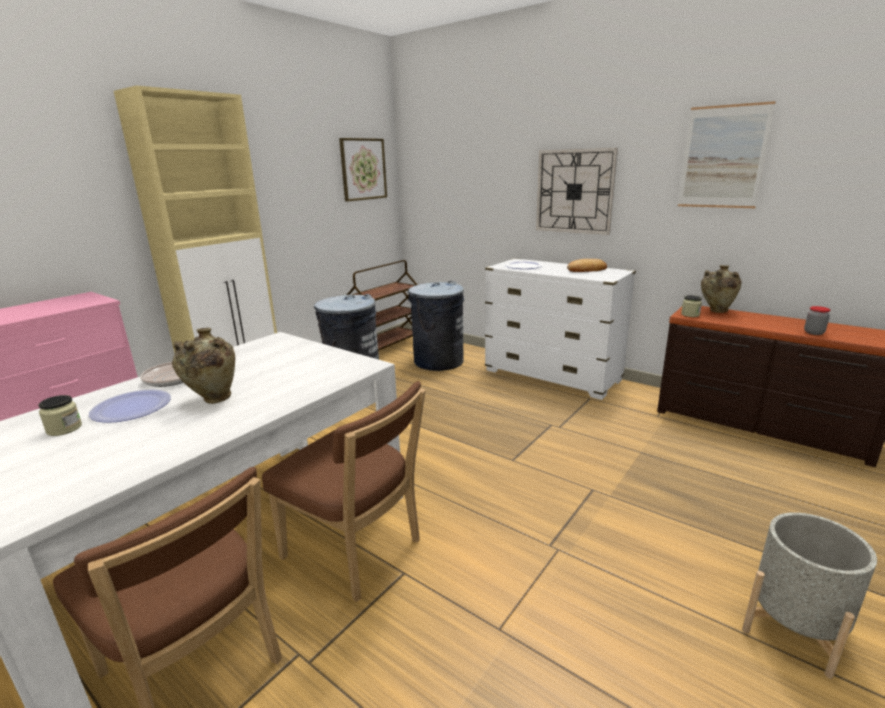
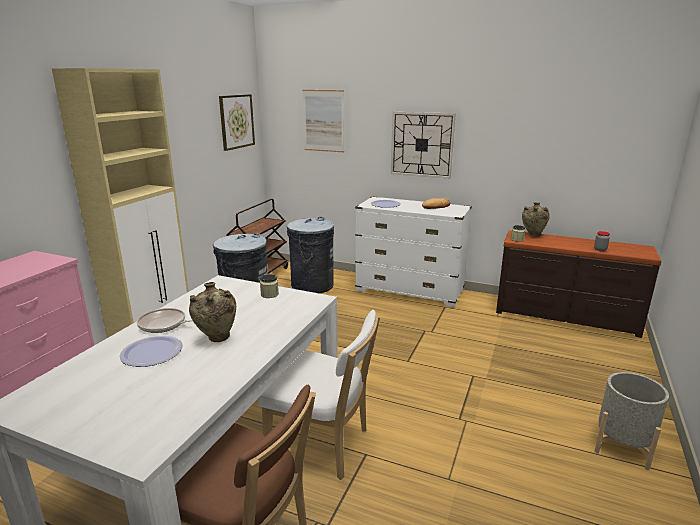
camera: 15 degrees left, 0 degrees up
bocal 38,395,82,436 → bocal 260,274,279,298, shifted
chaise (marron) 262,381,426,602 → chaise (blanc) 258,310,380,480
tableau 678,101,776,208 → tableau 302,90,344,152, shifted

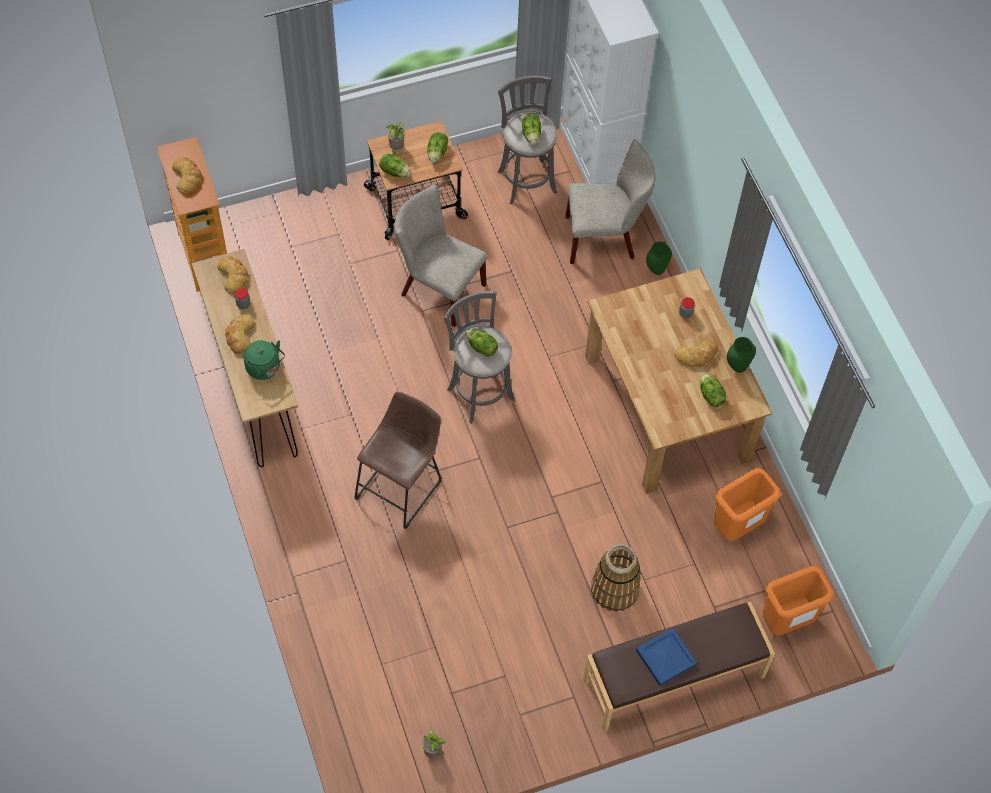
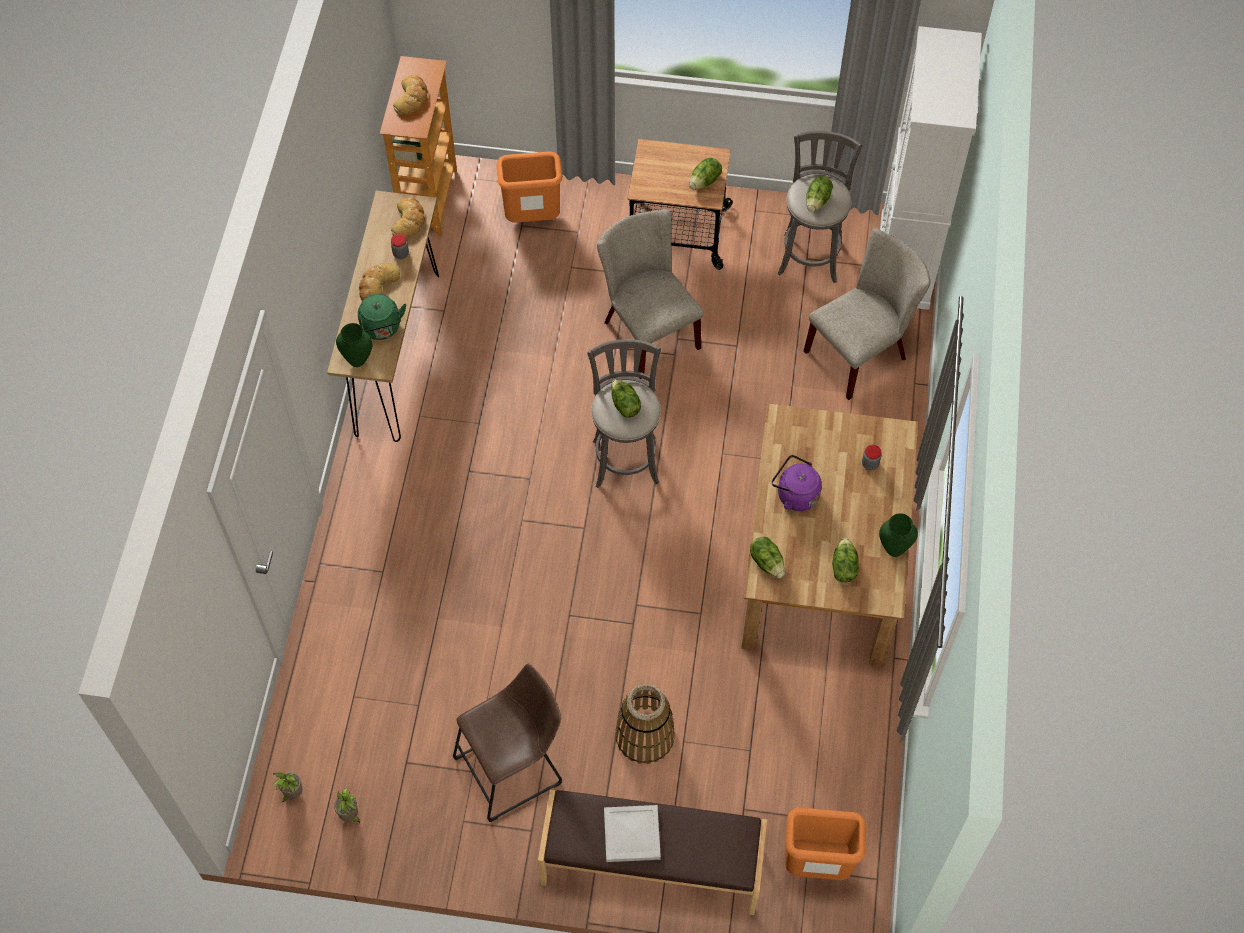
camera: 30 degrees right, 0 degrees up
tabouret (marron) 355,391,441,529 → tabouret (marron) 453,663,562,822, shifted
laitue 379,153,411,178 → laitue 750,536,785,578, shifted
plante en pot 387,123,405,155 → plante en pot 272,772,303,802, shifted
chaise (beige) 565,139,656,264 → chaise (beige) 804,228,930,400, 60 degrees counterclockwise
plateau (bleu) 636,628,697,686 → plateau (blanc) 604,805,661,862
vase (vert) 646,242,672,275 → vase (vert) 336,323,372,367, shifted
pain 674,339,718,367 → -
poubelle (orange) 714,468,781,541 → poubelle (orange) 496,152,563,223, shifted
- → bouilloire (violet) 772,455,822,511

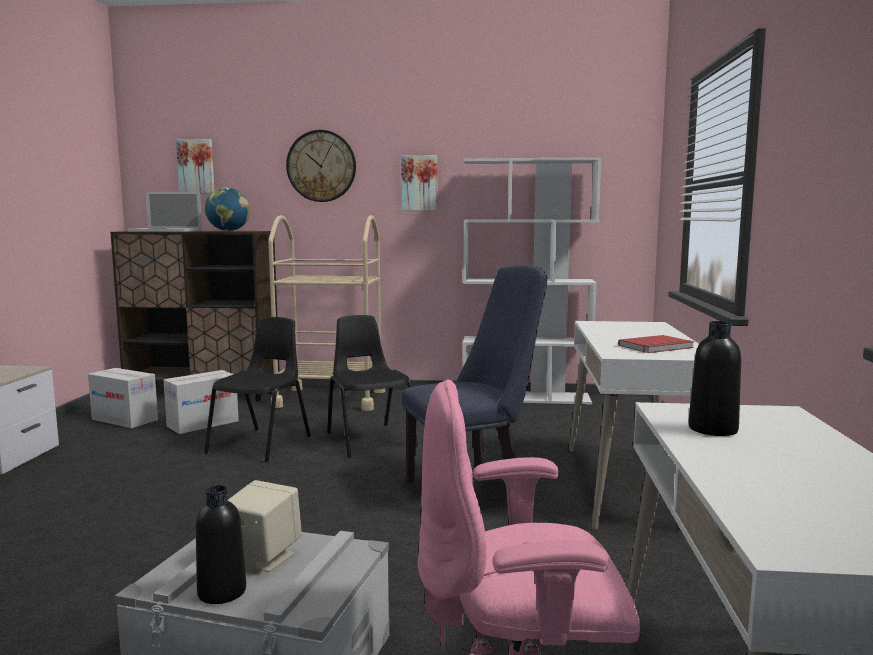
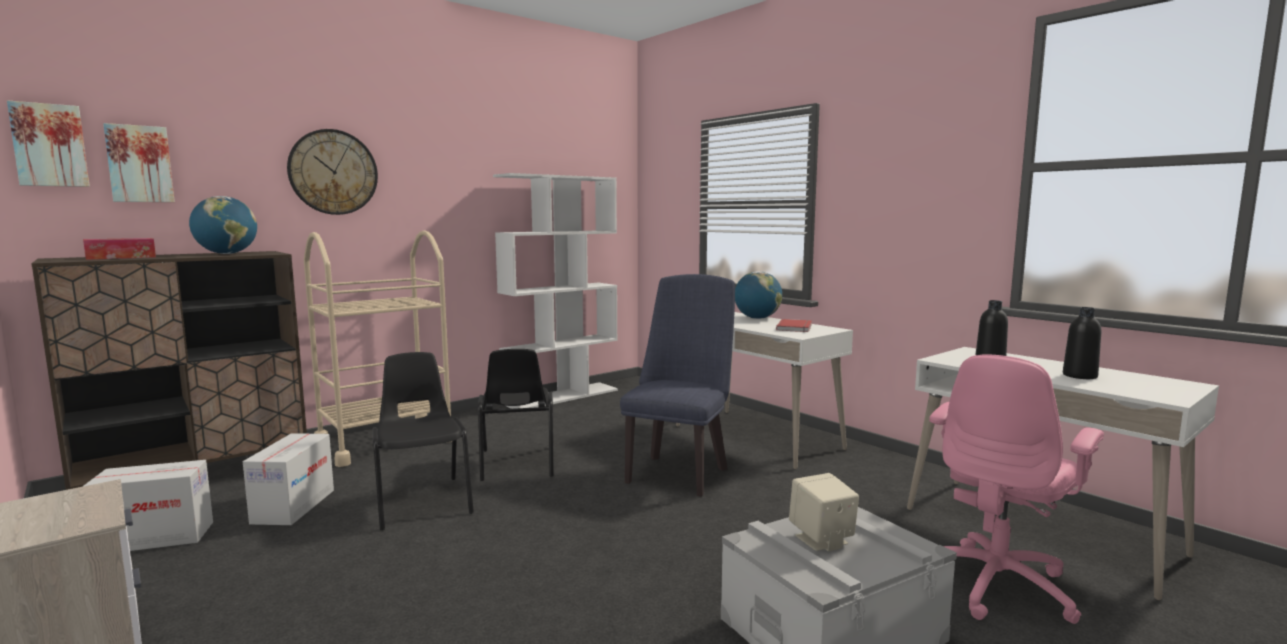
camera: 45 degrees left, 0 degrees up
ordinateur portable 128,192,202,232 → boîte à mouchoirs 83,238,156,260
bouteille (noir) 196,485,246,604 → bouteille (noir) 1063,307,1101,379, shifted
chaise (noir) 327,315,418,458 → chaise (noir) 478,349,554,481, 120 degrees counterclockwise
tableau 401,155,437,210 → tableau 7,100,90,187, shifted
- → globe 735,271,782,319

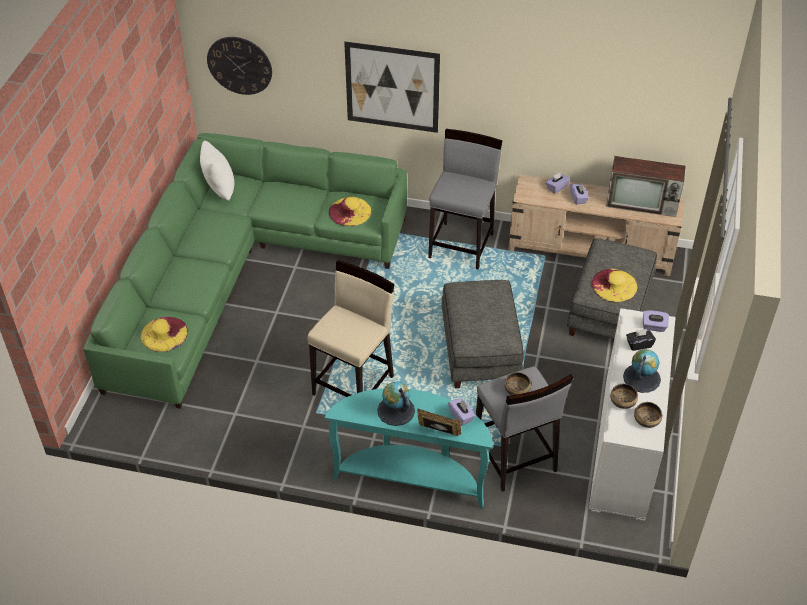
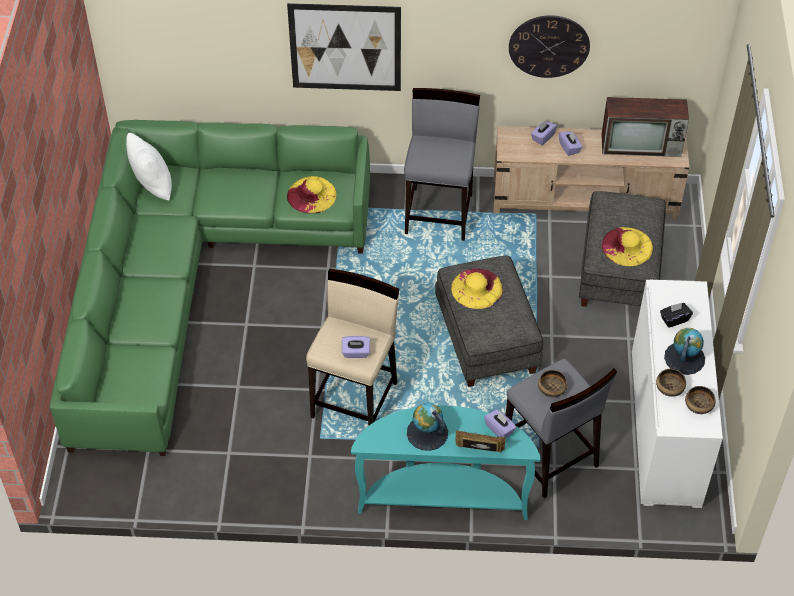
camera: 10 degrees left, 5 degrees up
chapeau (jaune) 141,317,188,352 → chapeau (jaune) 451,268,503,309, shifted
horloge murale 207,37,272,95 → horloge murale 509,15,590,78, shifted
boîte à mouchoirs (violet) 643,310,669,332 → boîte à mouchoirs (violet) 342,336,370,358, shifted

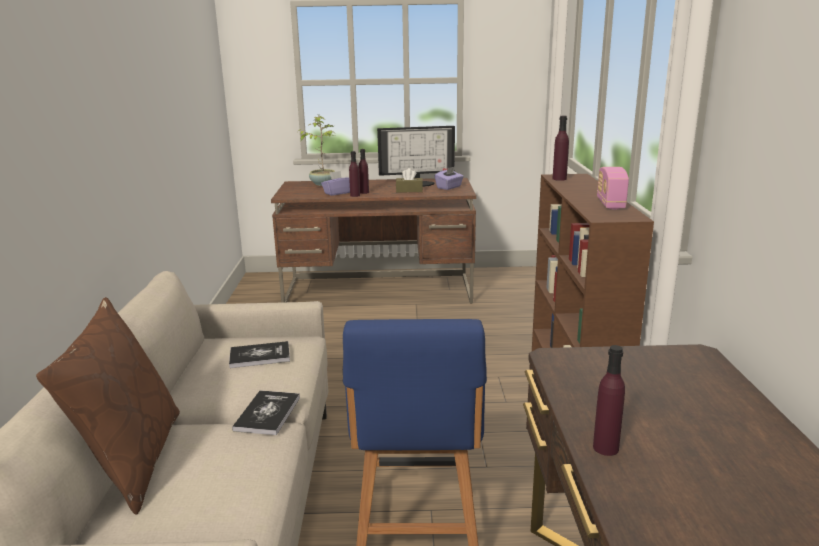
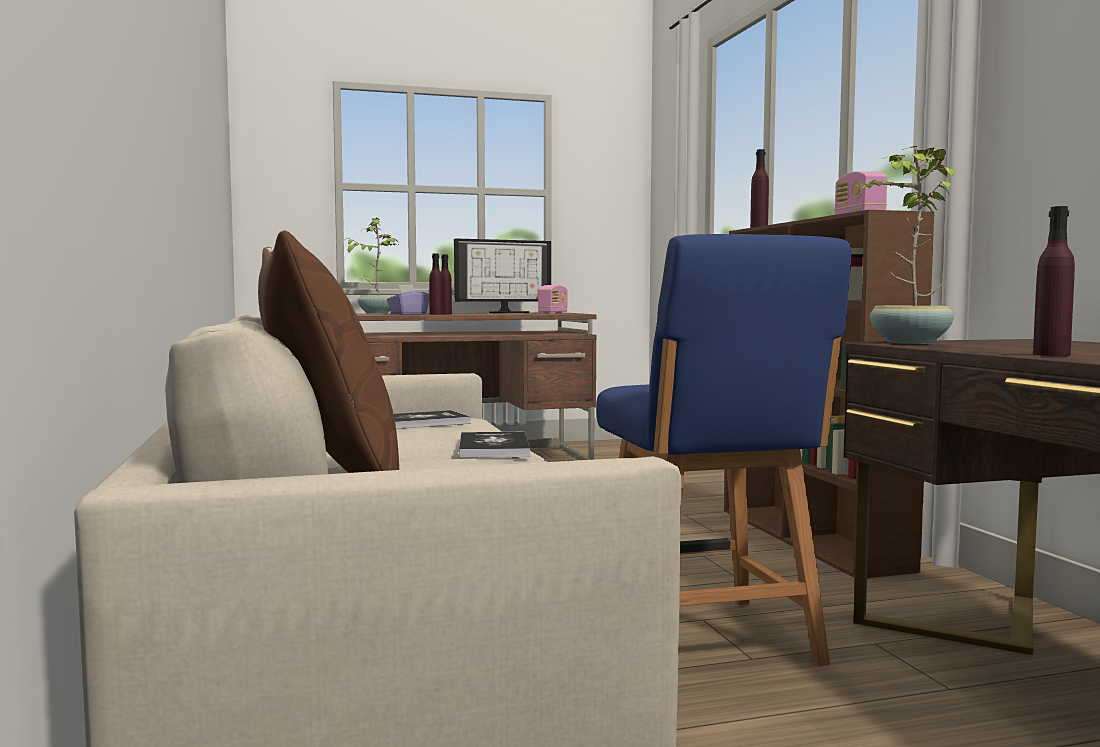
camera: 15 degrees left, 15 degrees down
boîte à mouchoirs (marron) 396,168,423,193 → -
boîte à mouchoirs (violet) 435,166,464,190 → radio 538,285,568,314
- → plante en pot 857,146,954,344

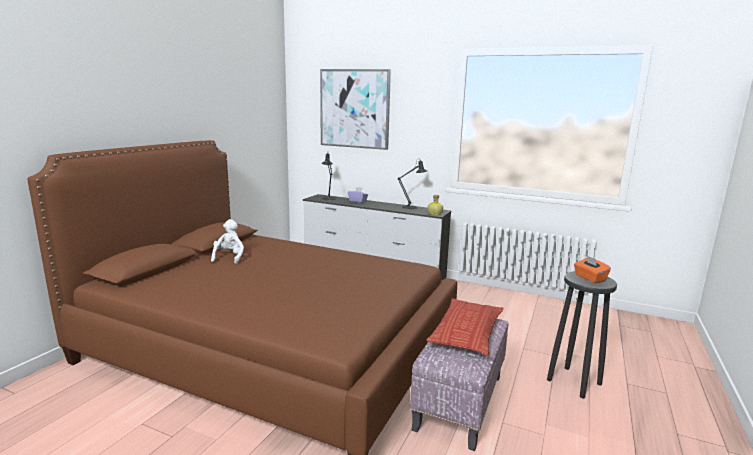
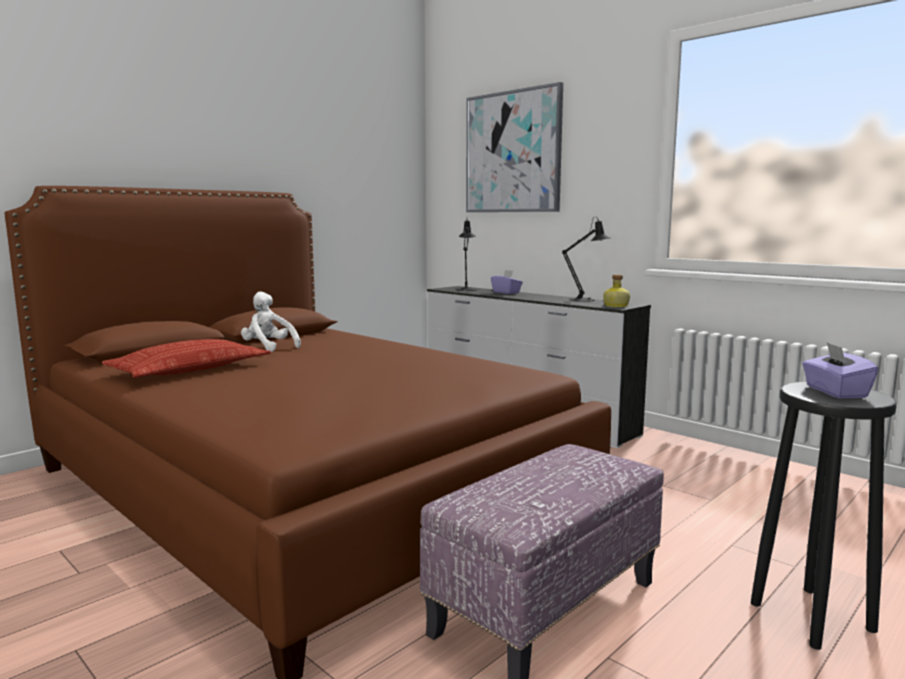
camera: 20 degrees right, 5 degrees down
peluche (blanc) 211,219,244,264 → peluche (blanc) 241,292,301,352, 75 degrees counterclockwise
coussin 426,298,504,356 → coussin 102,339,271,378, shifted
boîte à mouchoirs (orange) 574,255,611,283 → boîte à mouchoirs (violet) 802,342,879,398

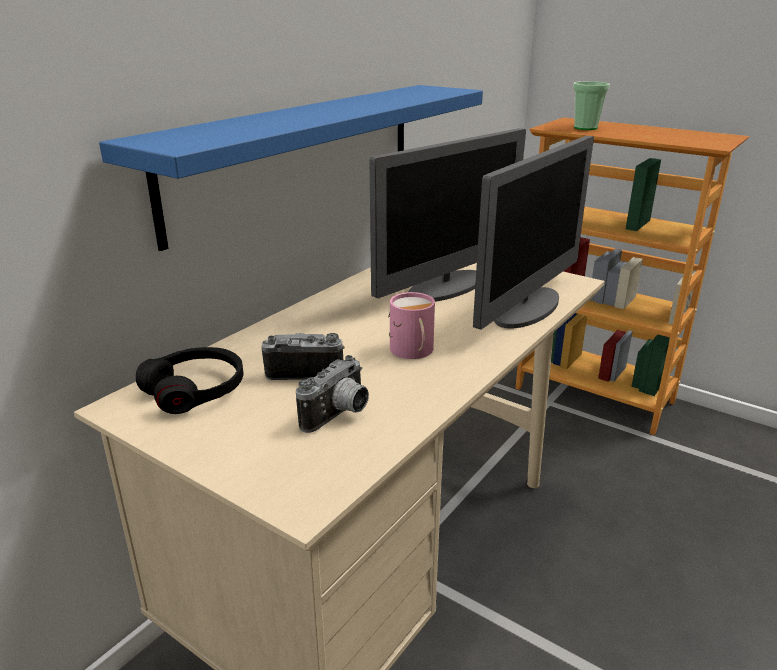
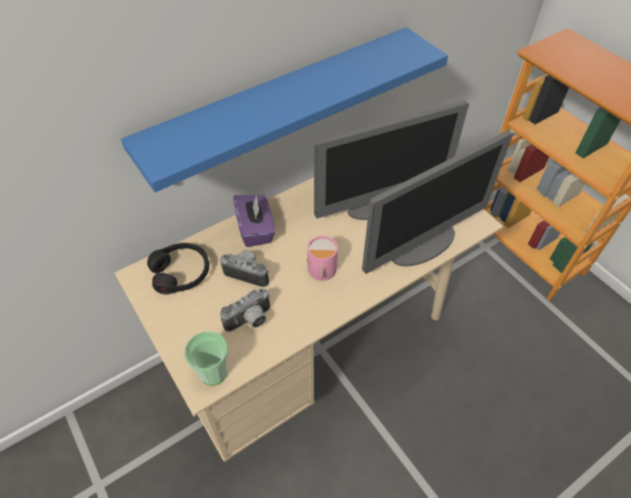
camera: 20 degrees right, 25 degrees up
tasse 573,81,610,130 → tasse 184,331,228,386, shifted
- → boîte à mouchoirs (violet) 233,194,275,247

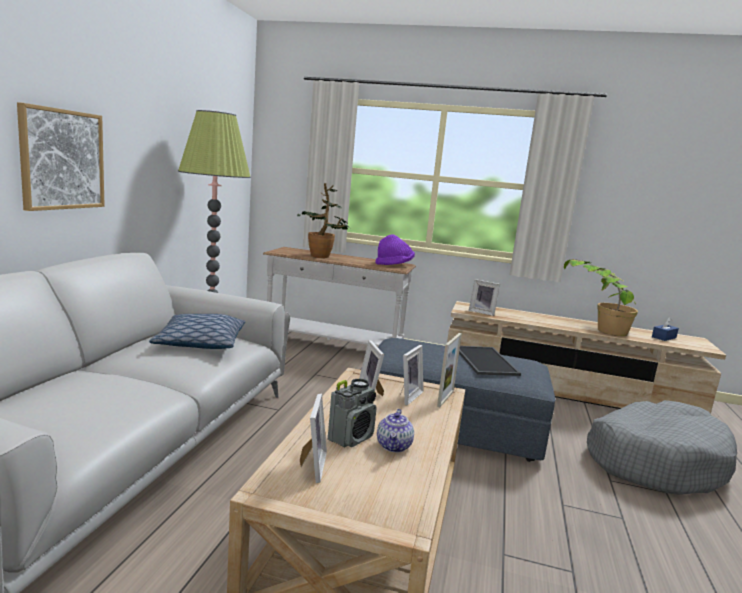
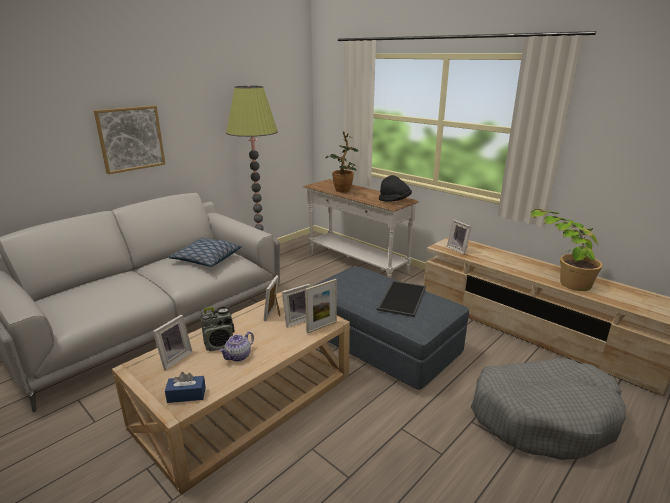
camera: 30 degrees right, 10 degrees up
chapeau (violet) 375,234,415,265 → chapeau (noir) 379,175,412,202
boîte à mouchoirs (bleu) 652,318,679,341 → boîte à mouchoirs (bleu) 165,372,206,403, shifted

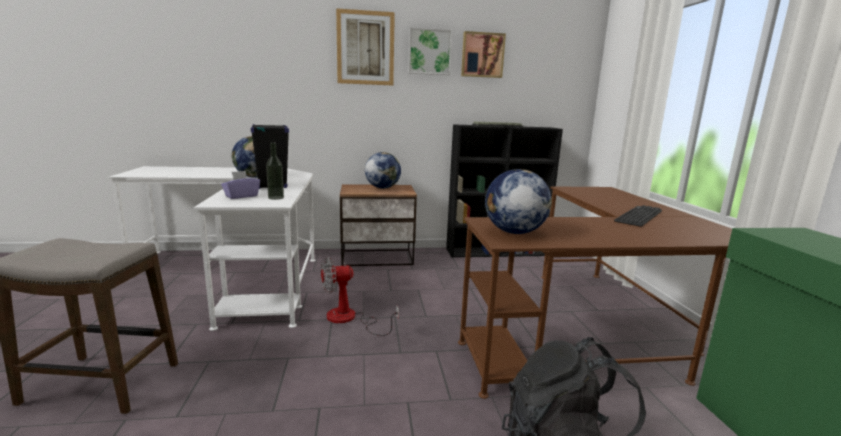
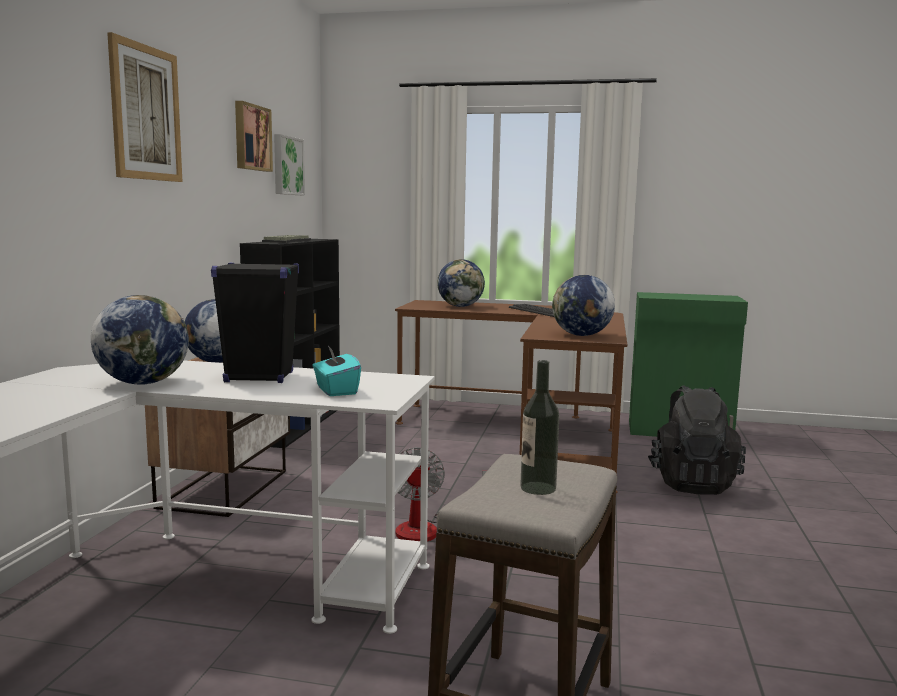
camera: 70 degrees left, 5 degrees down
boîte à mouchoirs (violet) 221,171,260,199 → boîte à mouchoirs (turquoise) 313,346,361,396
bouteille 266,142,284,200 → bouteille 520,360,559,495, shifted
tableau 408,27,452,75 → tableau 274,134,305,195, shifted
- → globe 437,259,485,307

